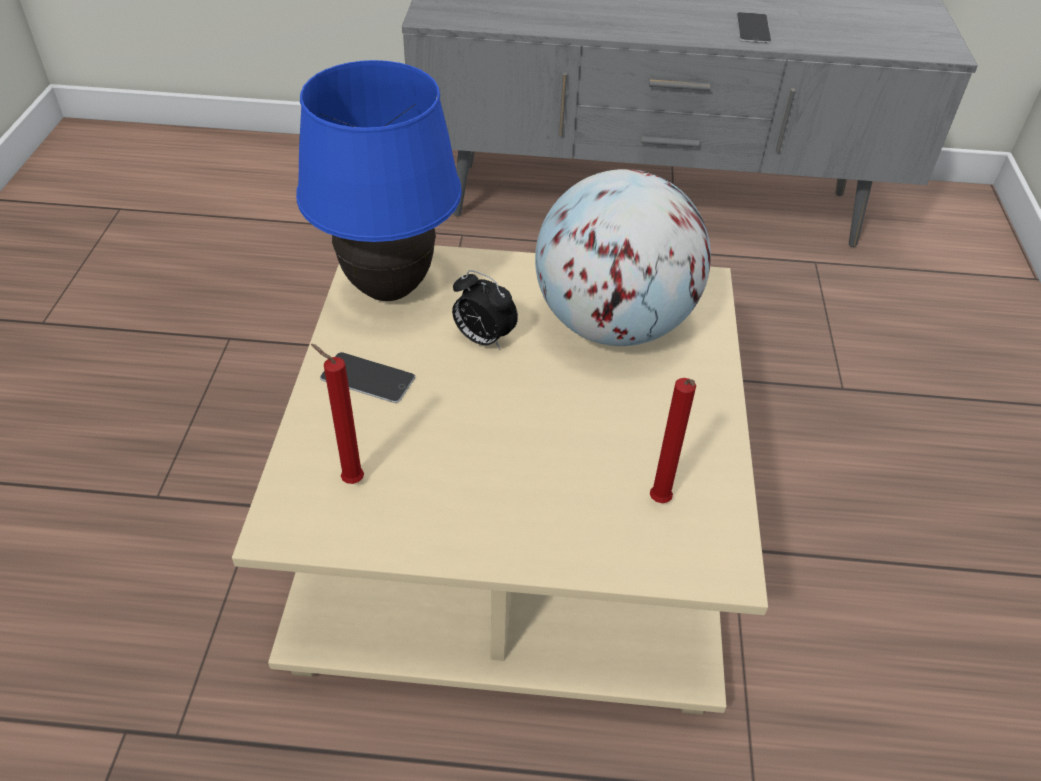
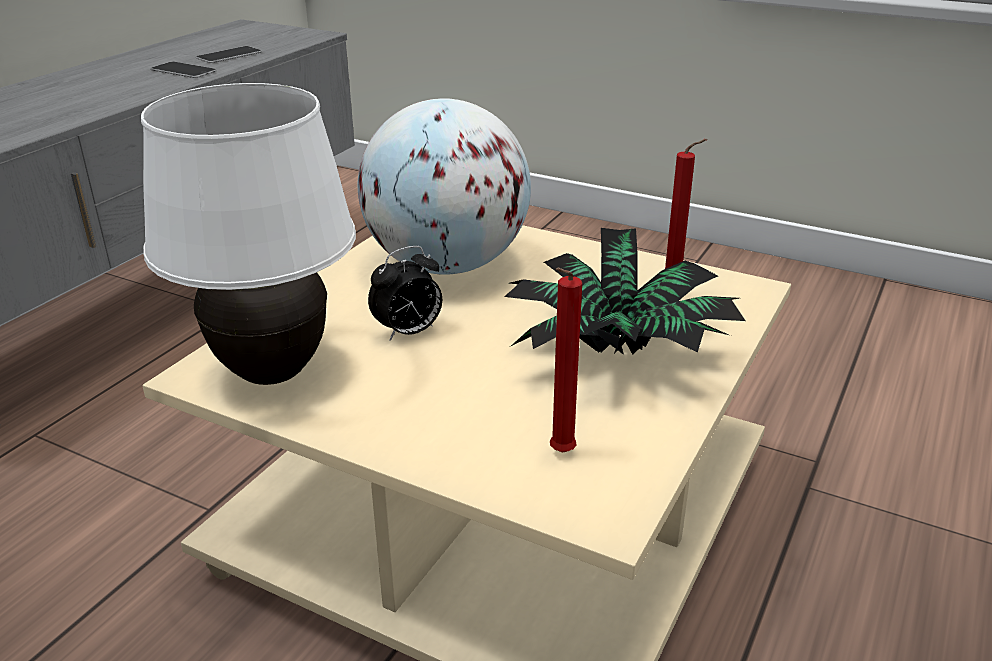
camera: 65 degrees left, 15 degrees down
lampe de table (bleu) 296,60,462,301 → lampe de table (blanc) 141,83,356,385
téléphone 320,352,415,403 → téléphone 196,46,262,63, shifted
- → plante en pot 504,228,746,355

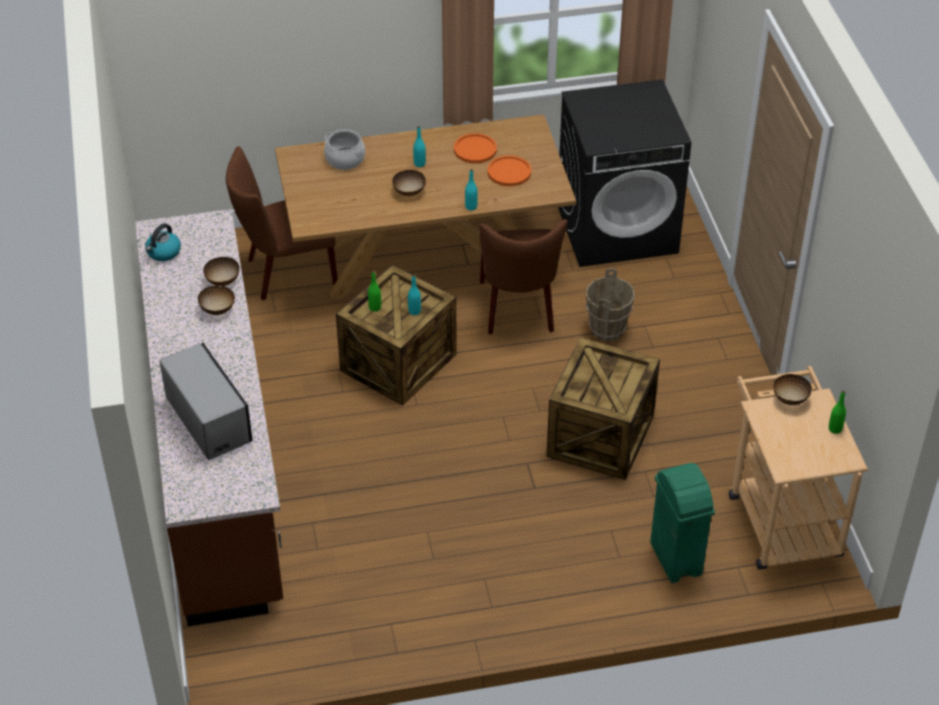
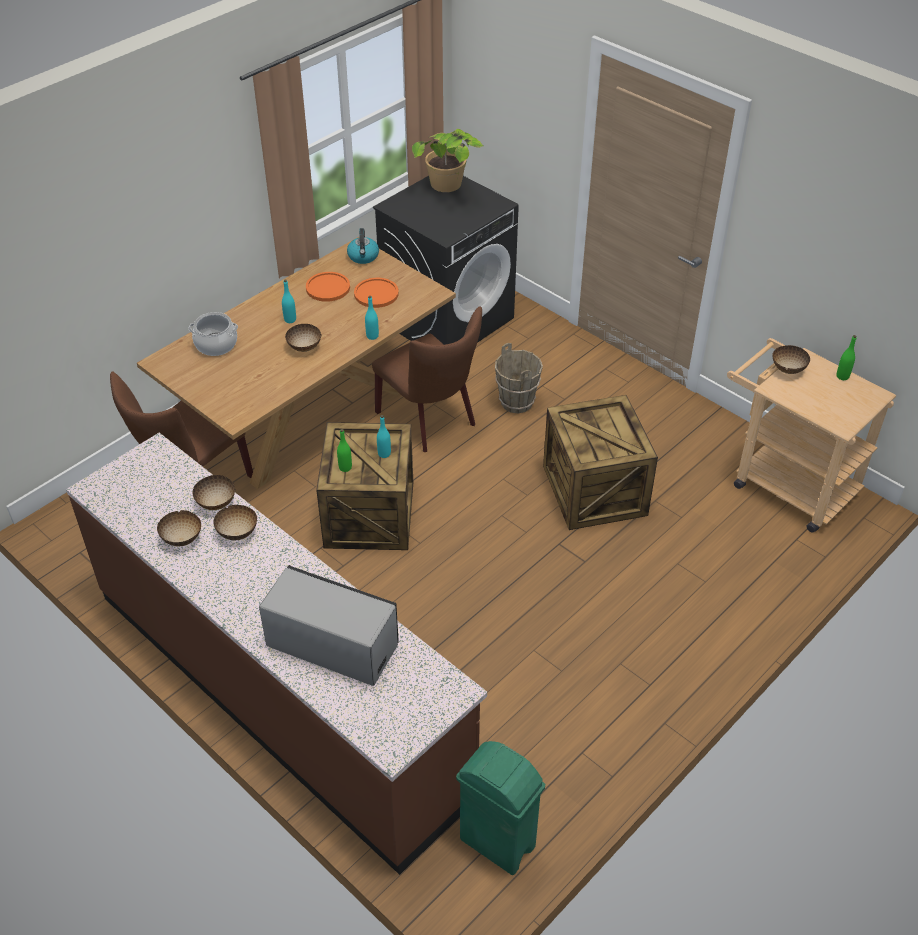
camera: 35 degrees left, 0 degrees up
bouilloire 145,223,181,261 → bouilloire 347,228,379,264, shifted
poubelle (vert) 650,463,715,583 → poubelle (vert) 456,741,545,875, shifted
- → bol 157,510,201,546
- → plante en pot 412,129,483,192

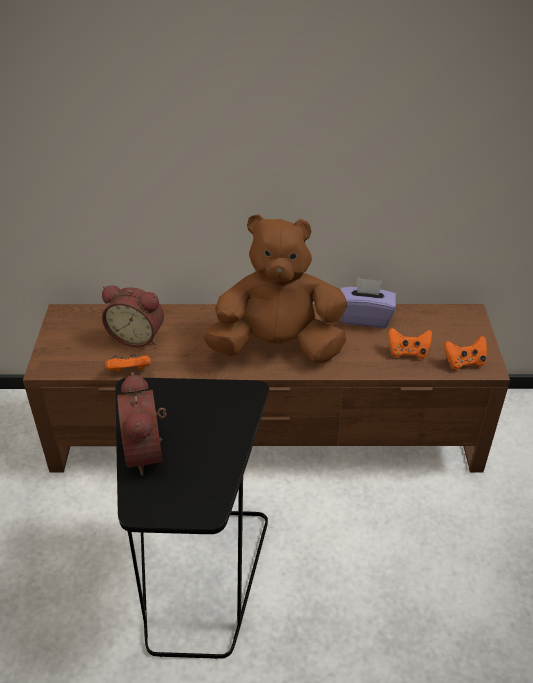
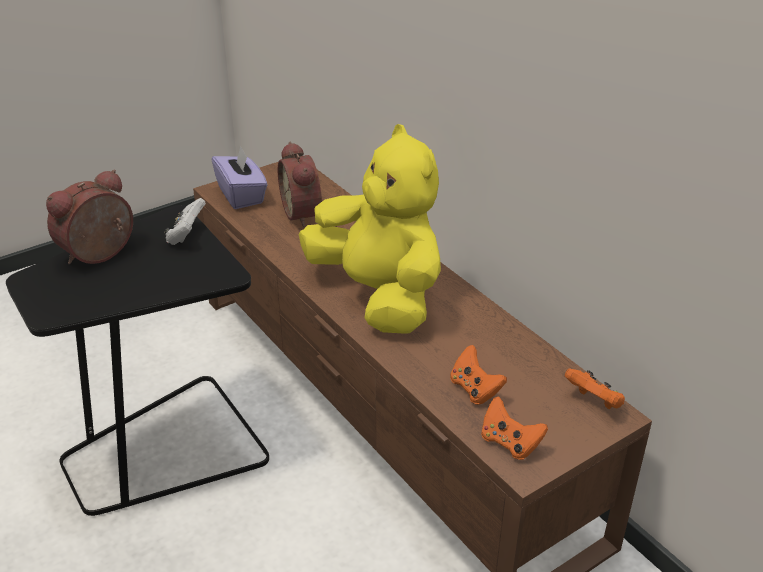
camera: 55 degrees right, 5 degrees down
manette (orange) 105,355,151,373 → manette (orange) 565,368,625,409, shifted
peluche (marron) 203,214,347,363 → peluche (jaune) 298,124,441,334
boîte à mouchoirs (violet) 340,277,396,328 → boîte à mouchoirs (violet) 212,146,268,209, shifted
- → manette (blanc) 164,198,206,245

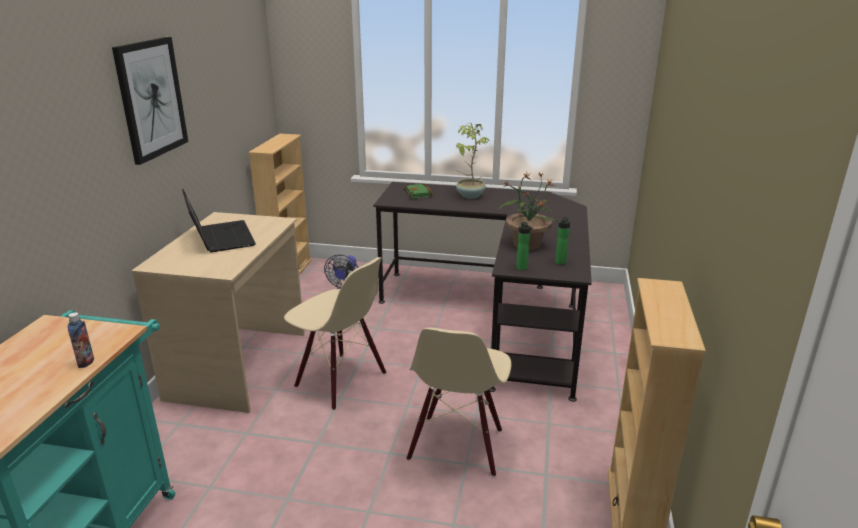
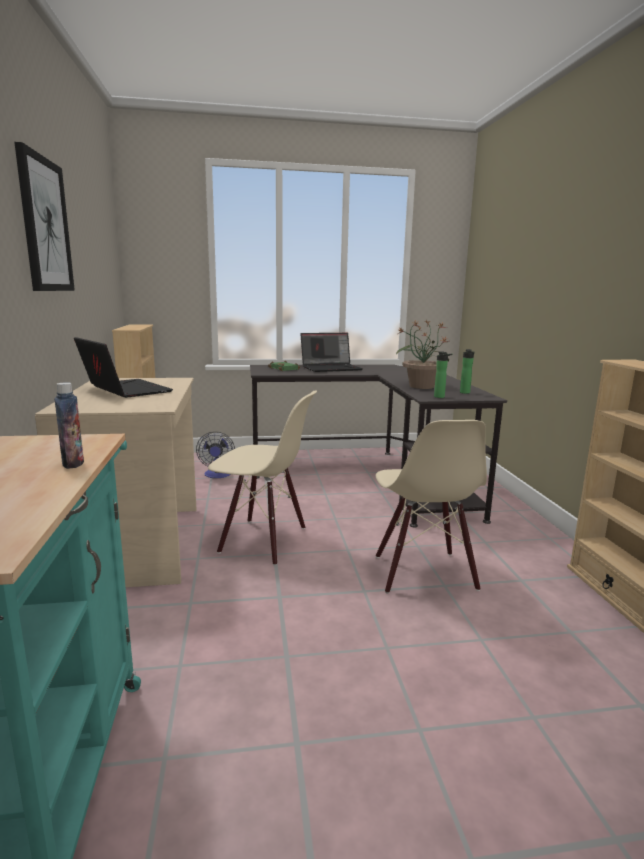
camera: 20 degrees left, 10 degrees down
plante en pot 455,123,490,199 → ordinateur portable 301,333,363,372

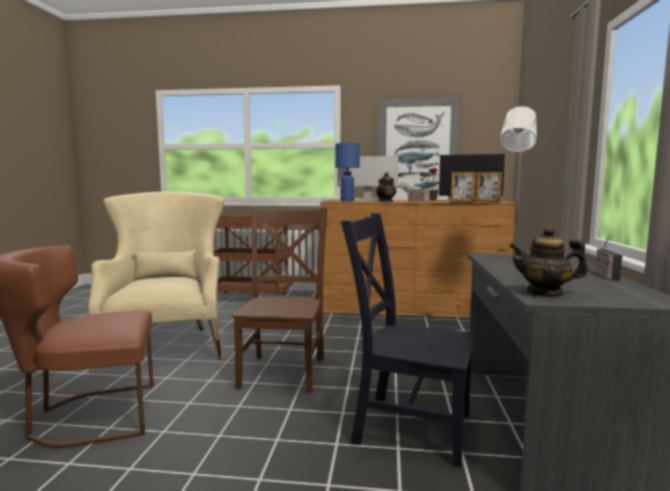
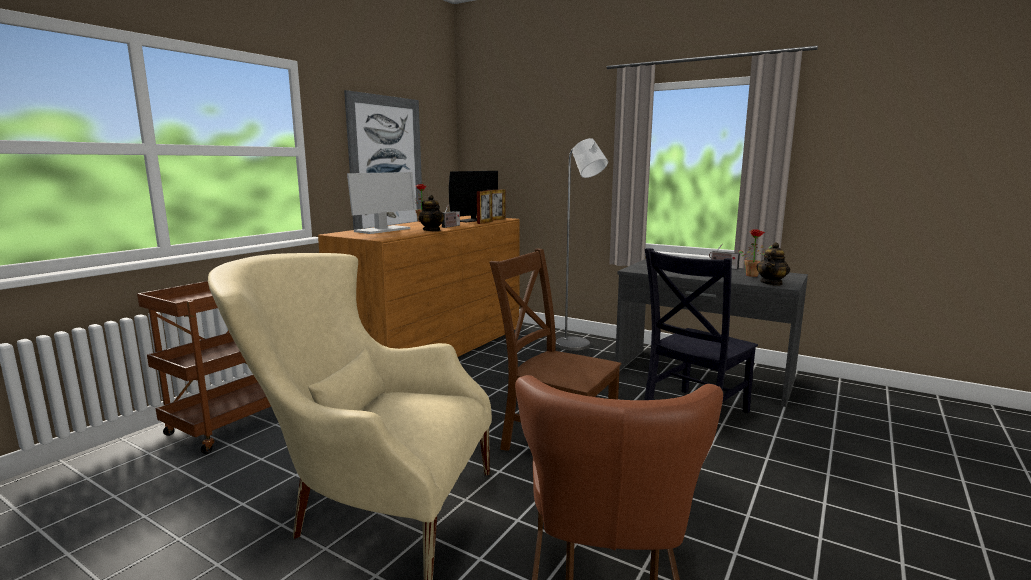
camera: 65 degrees left, 5 degrees up
lampe de table (bleu) 335,143,360,202 → -
- → plante en pot 739,229,772,277

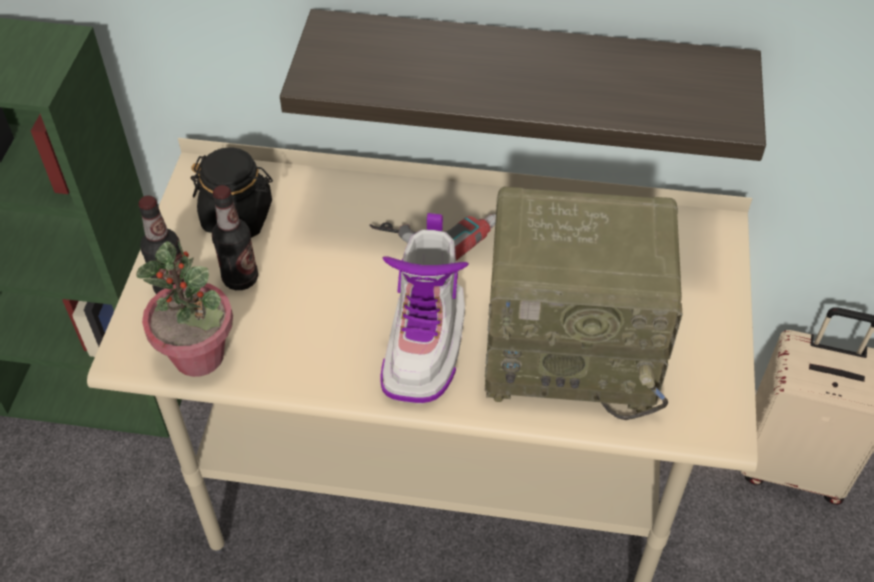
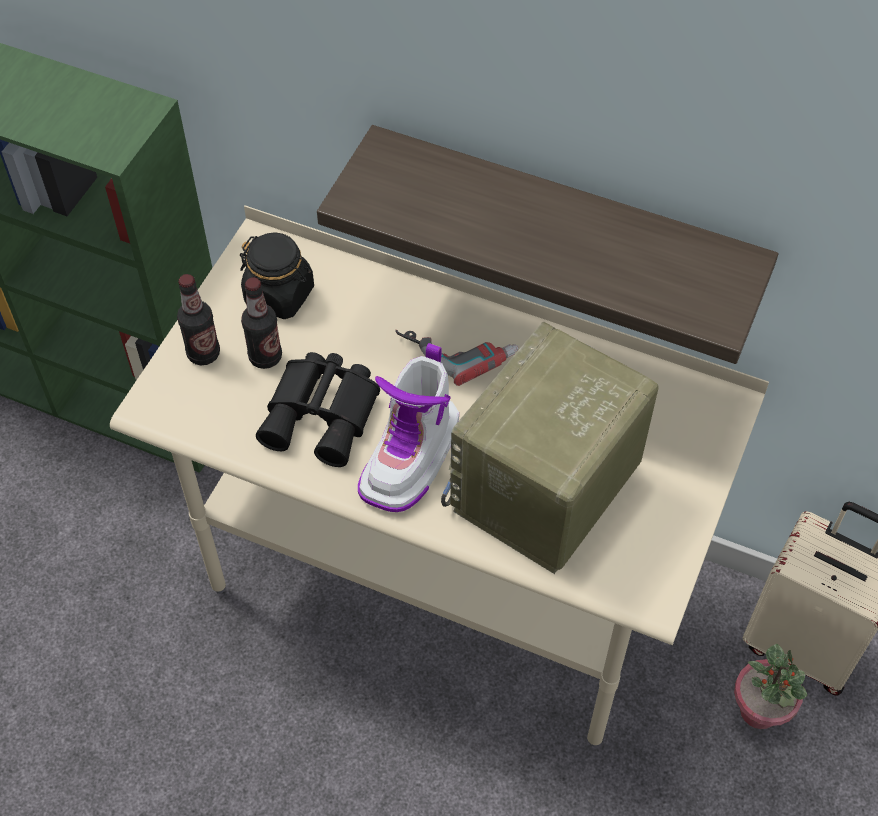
camera: 15 degrees right, 5 degrees up
plante en pot 136,240,233,377 → plante en pot 734,644,807,729, shifted
radio 485,187,683,420 → radio 441,322,659,574, 105 degrees clockwise
- → jumelles (noir) 256,352,380,467

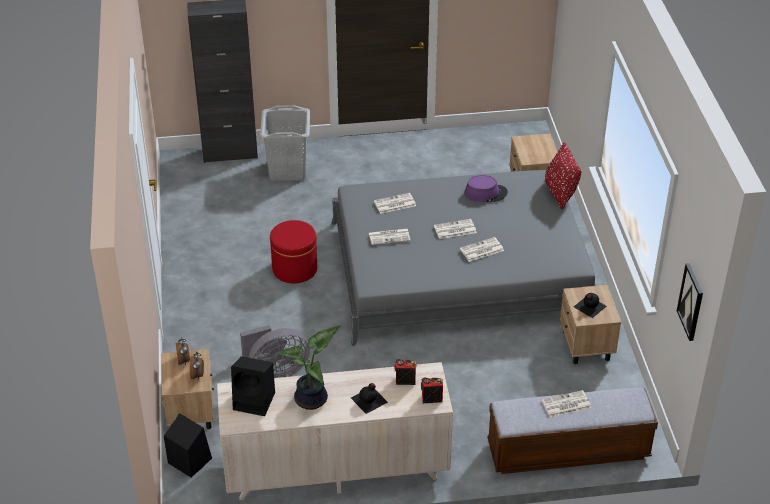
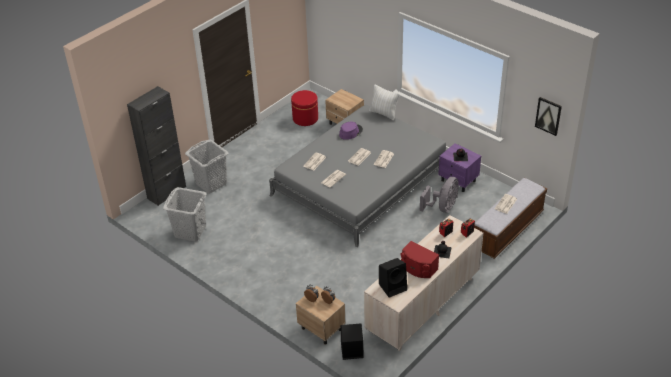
camera: 40 degrees left, 0 degrees up
ventilateur (gris) 240,325,310,378 → ventilateur (gris) 420,177,459,213, shifted
pouf (rouge) 270,220,317,284 → pouf (rouge) 291,90,318,126, shifted
plante en pot 277,325,341,410 → enceinte (rouge) 401,241,439,278
coussin (rouge) 545,142,582,209 → coussin (blanc) 369,84,399,121
table de chevet (beige) 560,285,621,364 → table de chevet (violet) 438,143,481,192
- → panier à linge (gris) 163,187,207,241

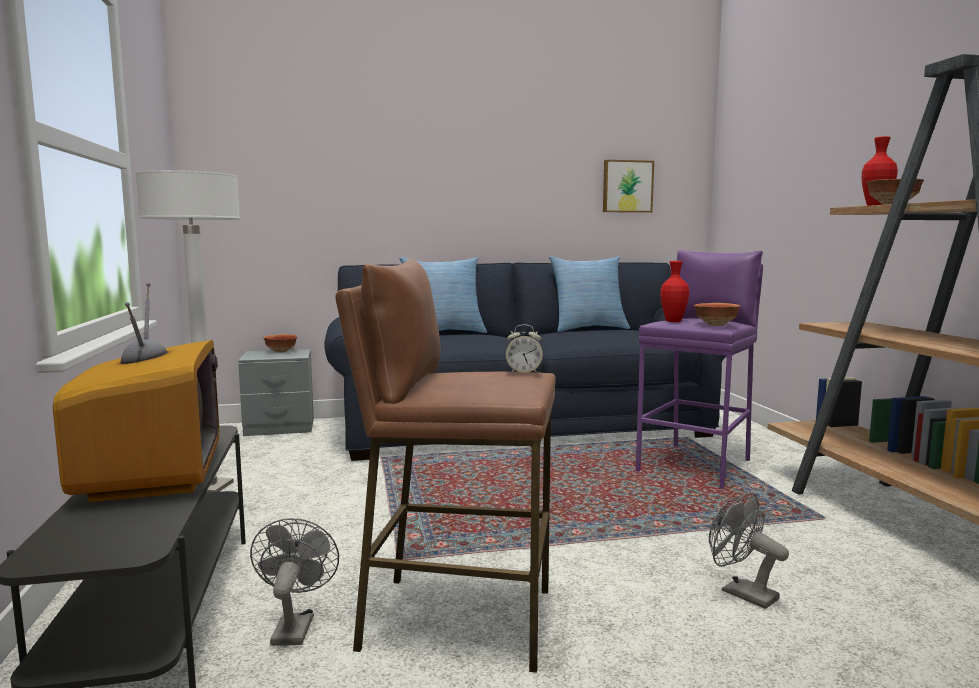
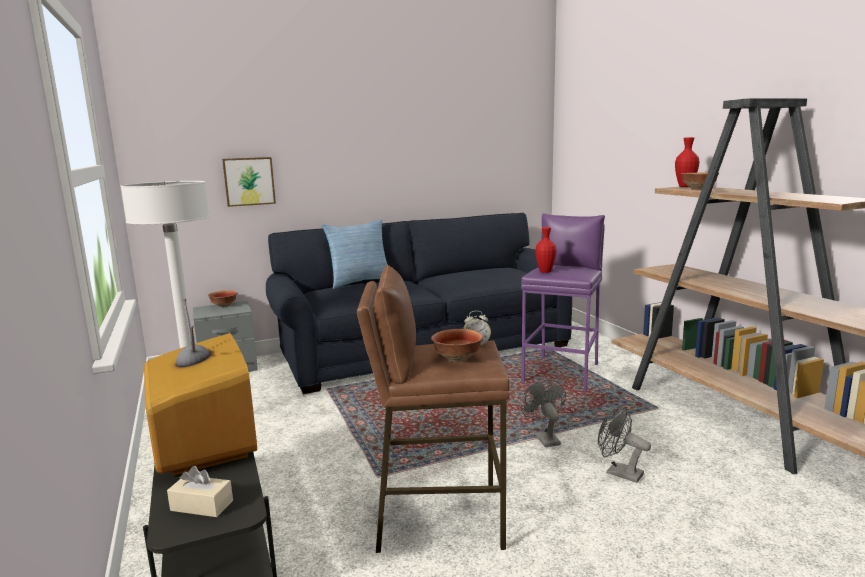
camera: 10 degrees left, 5 degrees up
ventilateur (gris) 250,518,339,646 → ventilateur (gris) 520,379,566,447, shifted
coussin 549,256,630,332 → -
tableau 603,160,654,213 → tableau 222,157,276,207, shifted
bol 694,303,740,326 → bol 431,329,483,362, shifted
- → boîte à mouchoirs (beige) 167,466,233,517

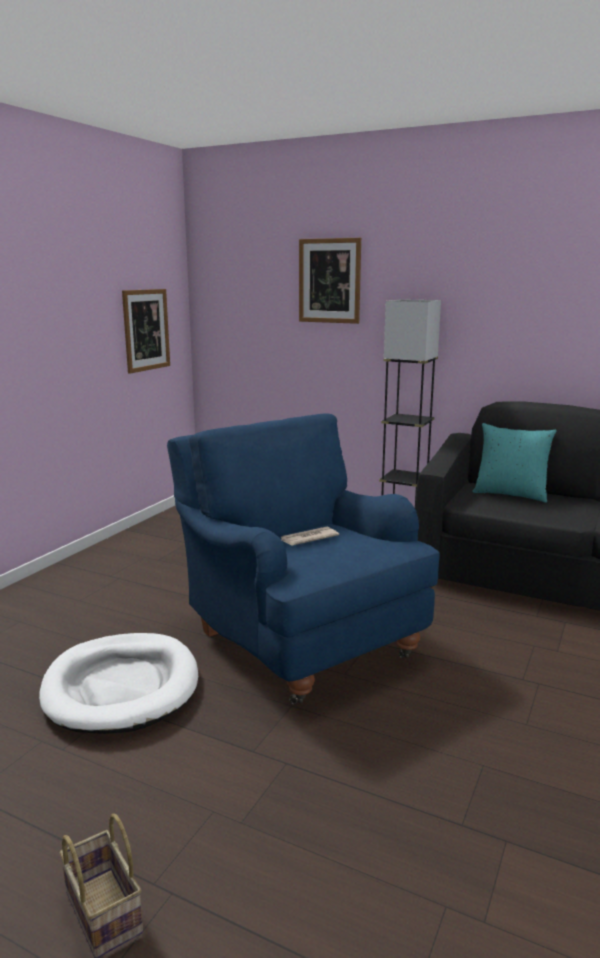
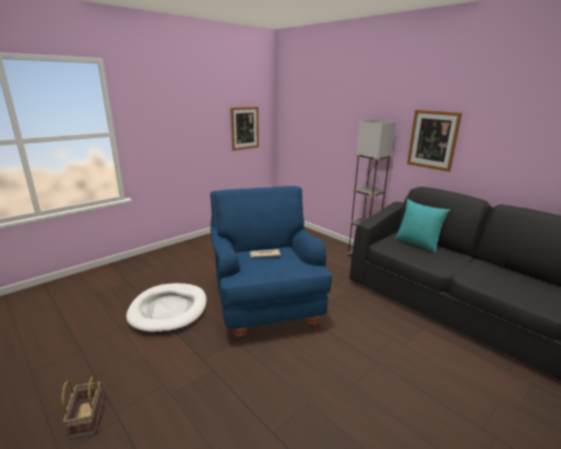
camera: 20 degrees right, 5 degrees up
tableau 299,238,361,324 → tableau 407,110,462,172, shifted

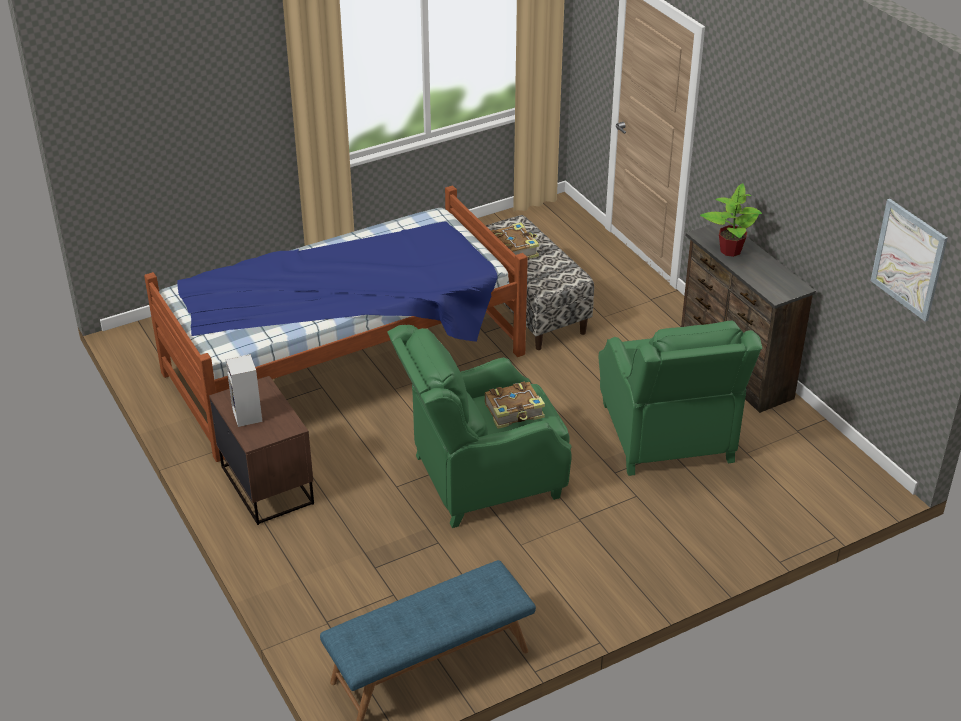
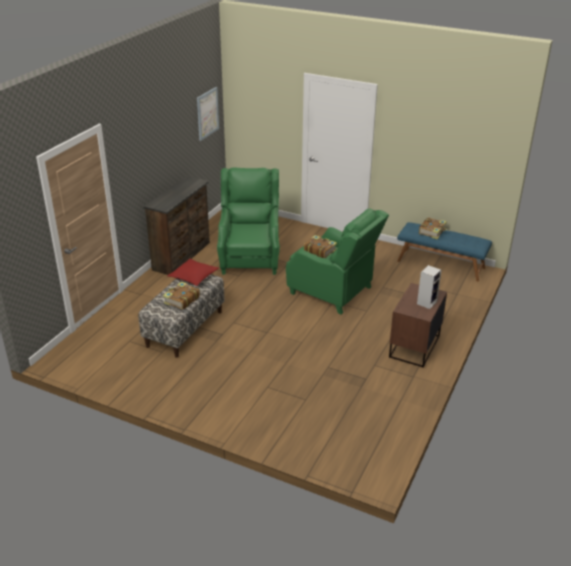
camera: 125 degrees left, 5 degrees down
lit 144,185,528,462 → -
fauteuil (vert) 599,321,762,476 → fauteuil (vert) 217,167,280,275, 45 degrees counterclockwise
plante en pot 700,183,762,257 → -
- → coussin (rouge) 167,258,219,286
- → livre 419,218,447,239

